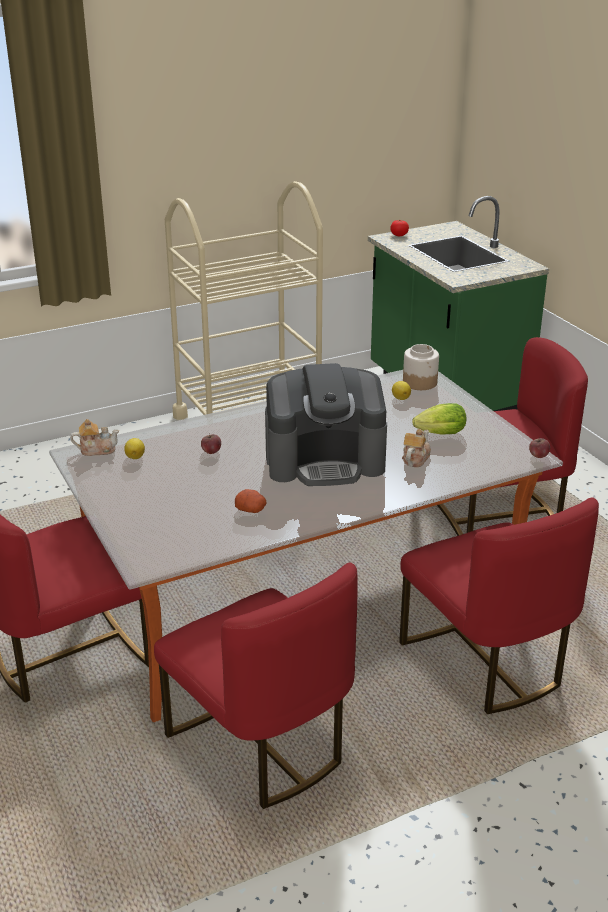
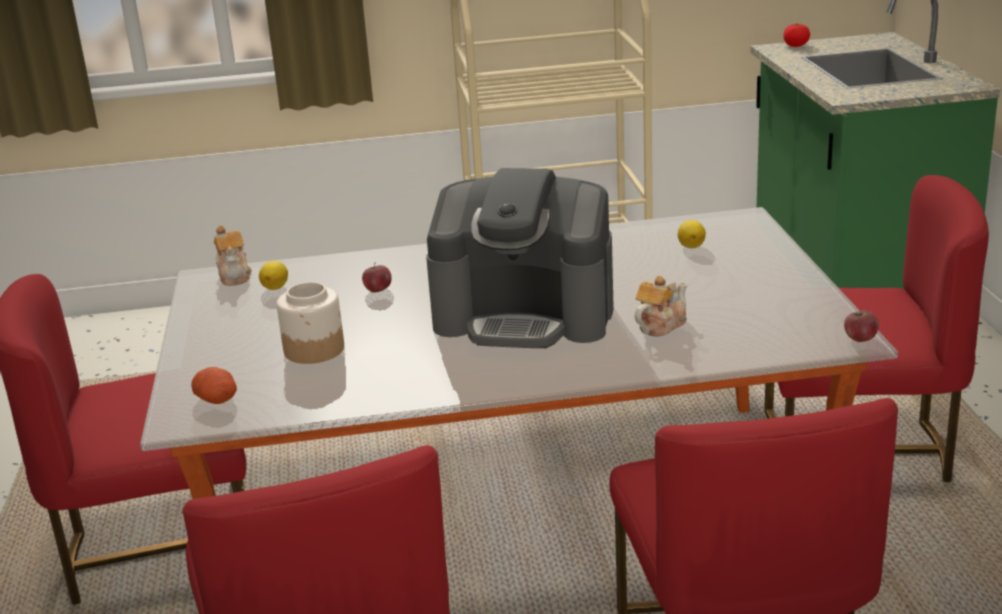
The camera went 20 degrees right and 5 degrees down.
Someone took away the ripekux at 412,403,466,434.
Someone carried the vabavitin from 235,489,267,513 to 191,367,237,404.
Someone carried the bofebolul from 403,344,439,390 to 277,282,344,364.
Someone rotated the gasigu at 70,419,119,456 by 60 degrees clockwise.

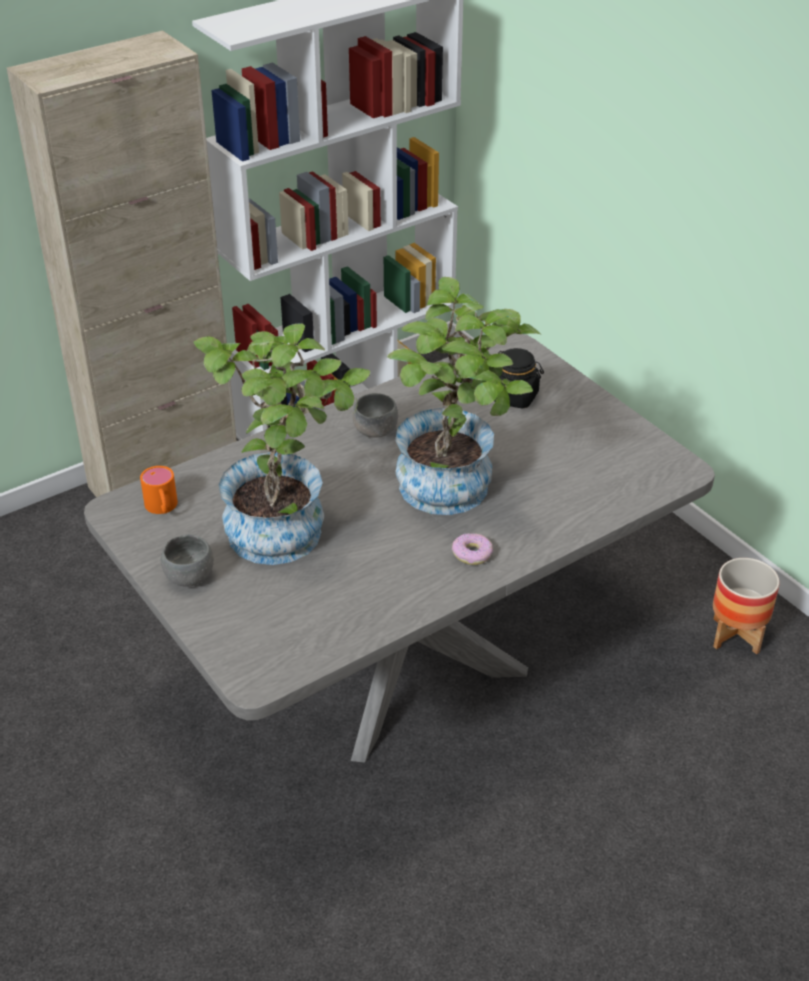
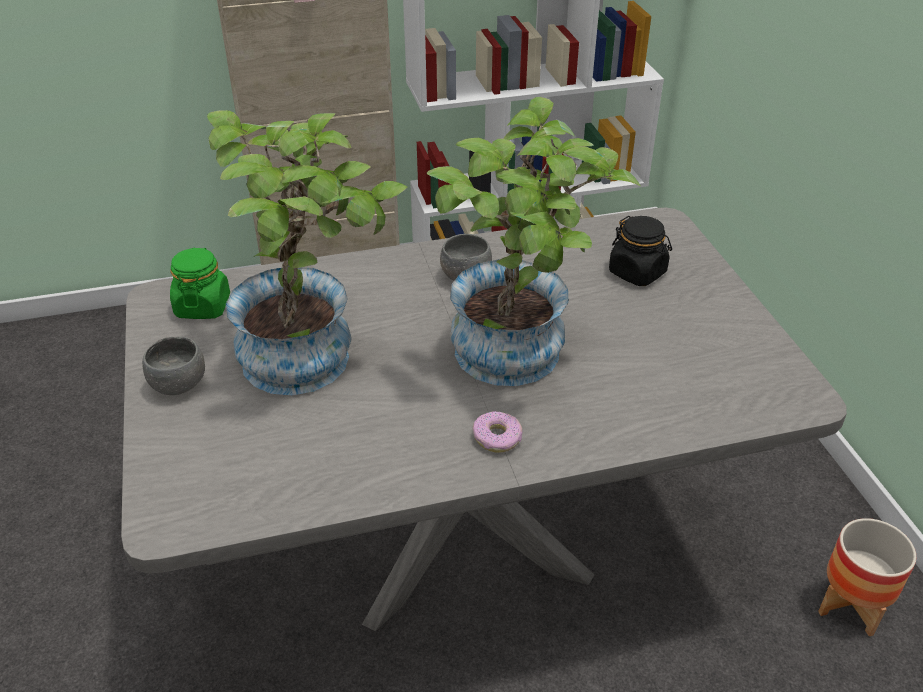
The camera went 20 degrees right and 0 degrees up.
Someone swapped the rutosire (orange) at 140,466,178,514 for the bofebolul (green) at 170,248,230,319.

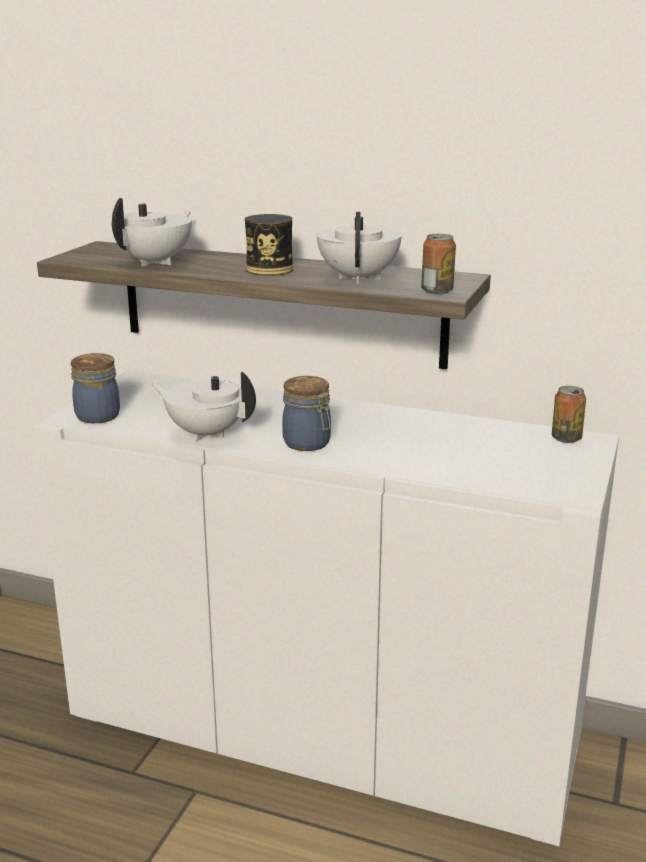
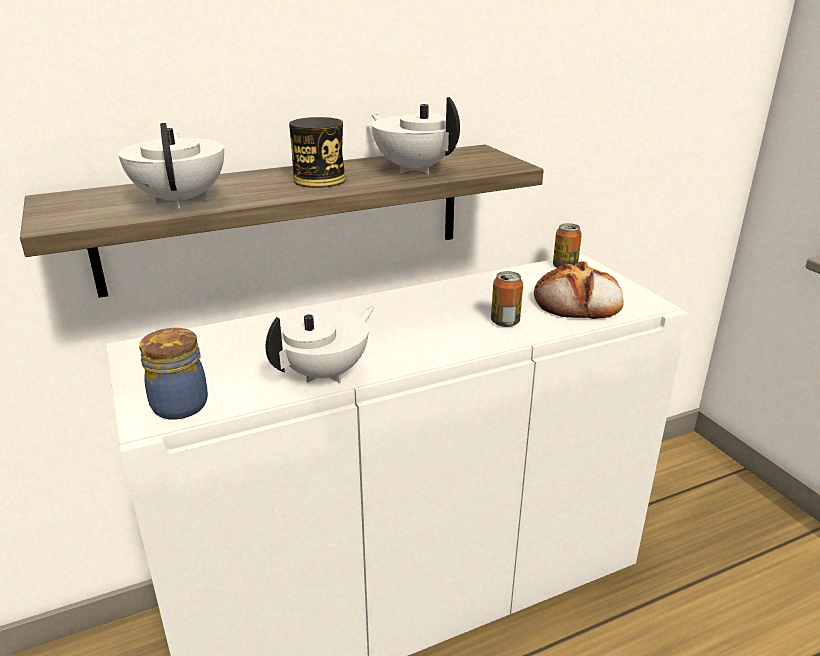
The camera went 45 degrees left and 5 degrees up.
Someone took away the bofebolul at 282,376,331,451.
Someone put down the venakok at 534,261,624,319.
Someone carried the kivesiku from 421,234,456,294 to 491,271,523,327.
Someone rotated the gasigu (white) at 152,372,256,441 by 150 degrees clockwise.

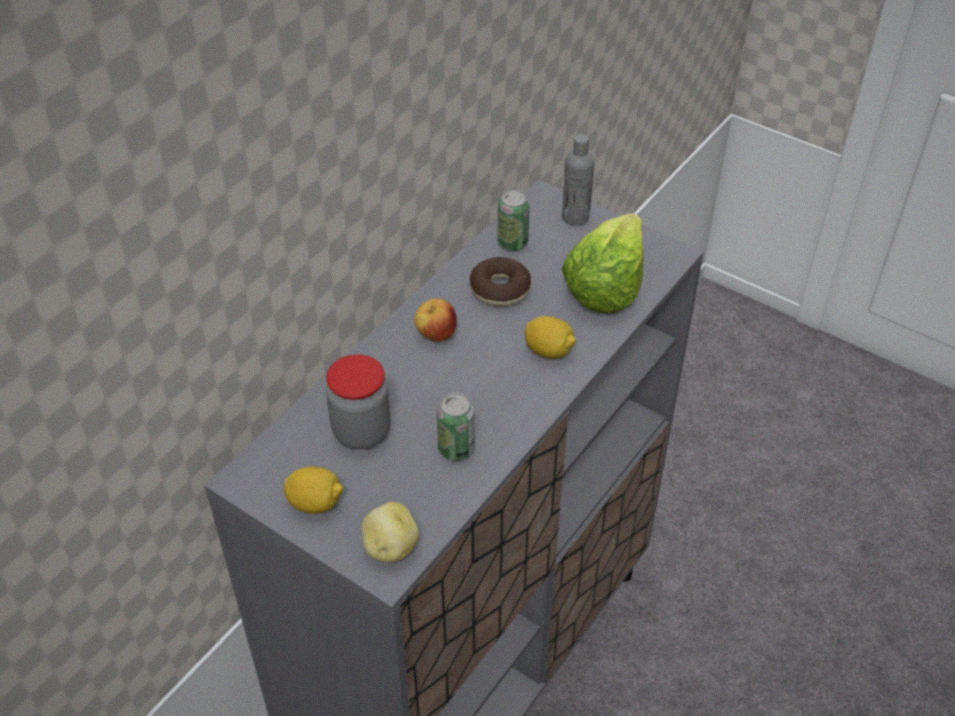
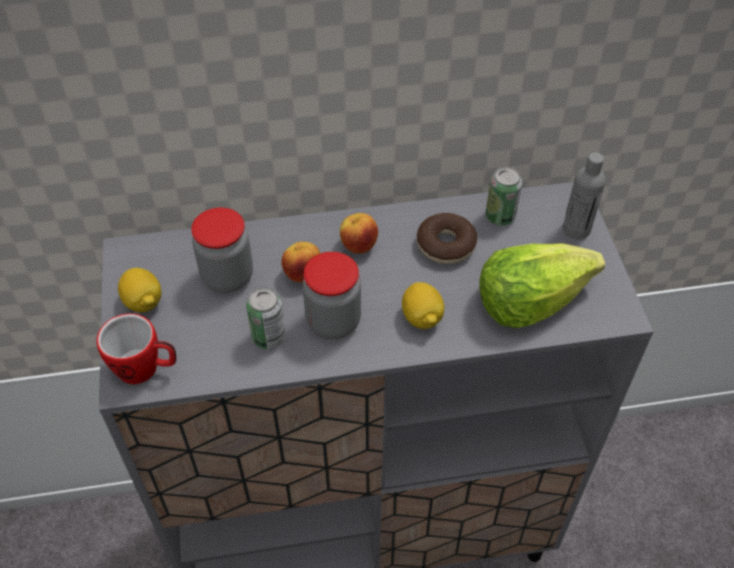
The camera went 45 degrees right and 5 degrees up.
Someone put down the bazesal at 282,242,321,282.
Someone put down the bofebolul at 303,252,361,339.
Someone swapped the vabavitin at 361,502,419,562 for the rutosire at 97,314,176,384.

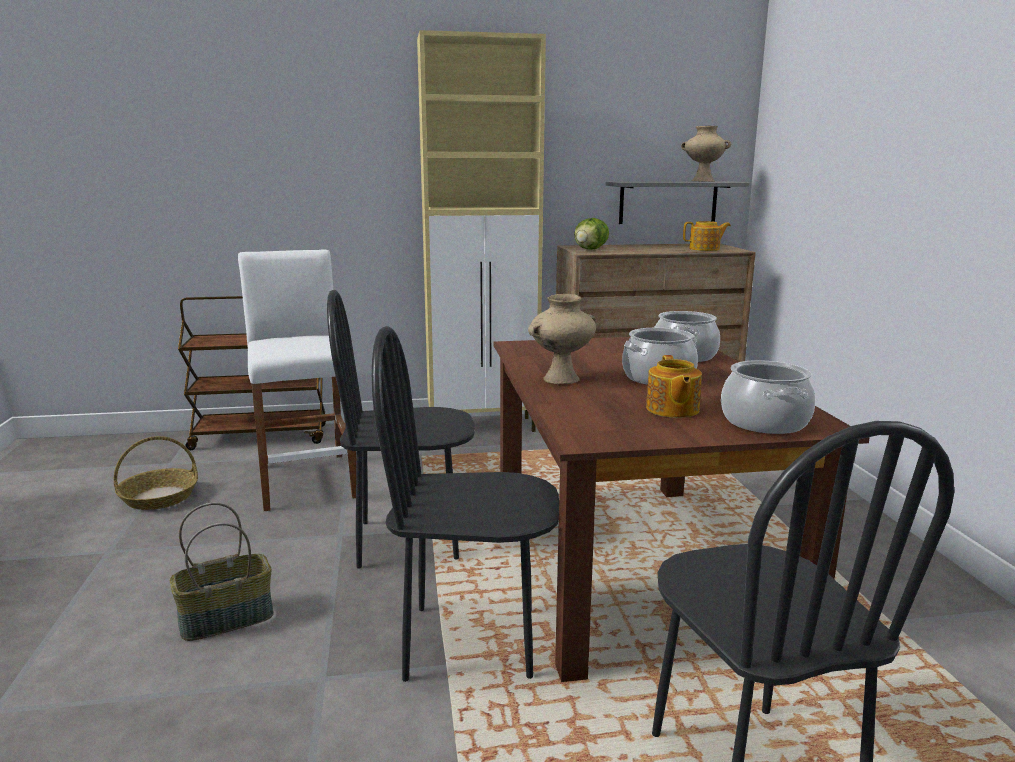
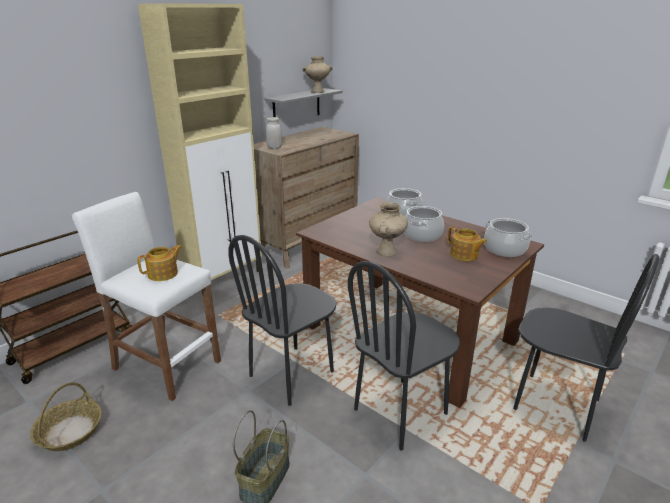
The camera went 40 degrees left and 10 degrees up.
Someone carried the gasigu from 683,221,731,251 to 137,245,182,281.
Someone swapped the ripekux at 574,218,609,250 for the bofebolul (white) at 266,117,282,149.

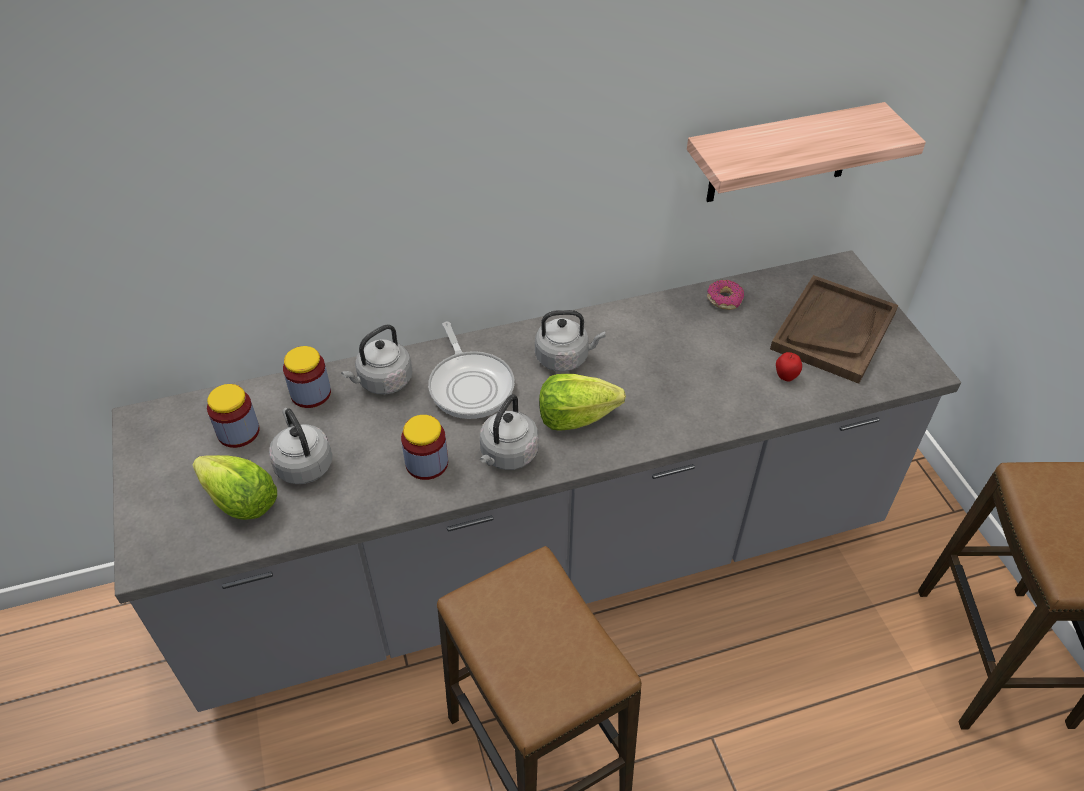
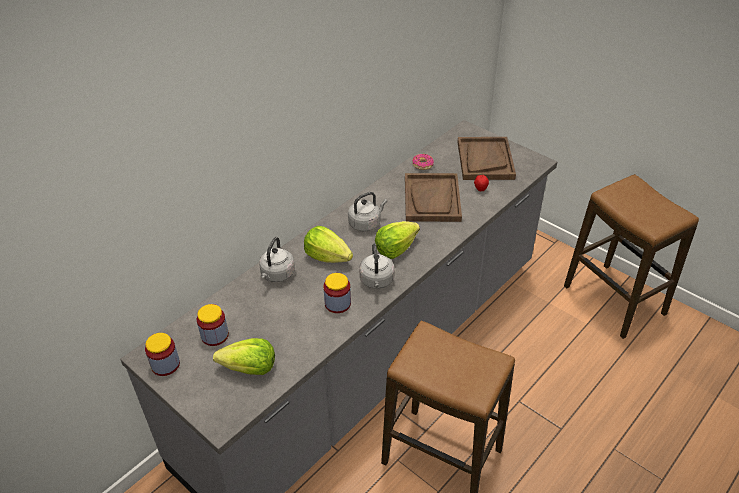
The camera went 30 degrees left and 5 degrees down.
Someone took away the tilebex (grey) at 269,408,333,484.
Someone took away the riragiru at 687,102,926,202.
Someone put down the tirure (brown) at 405,173,462,222.
Someone carried the bofebolul from 283,346,331,408 to 145,333,180,376.
Someone swapped the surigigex at 428,322,515,419 for the ripekux at 304,226,353,263.

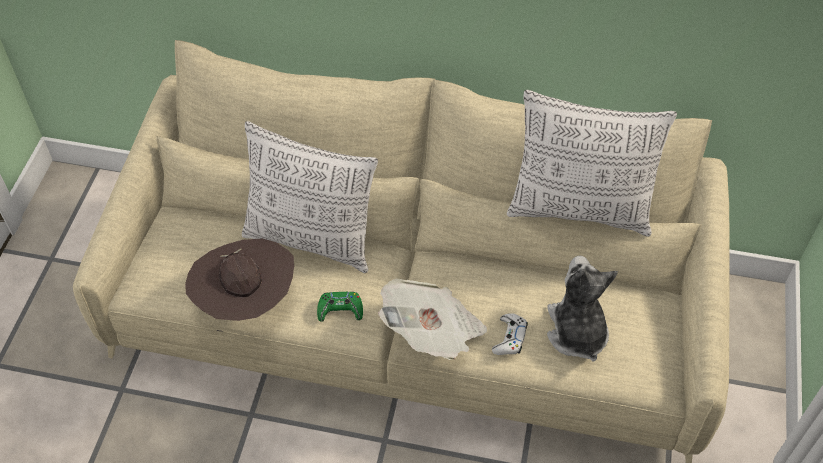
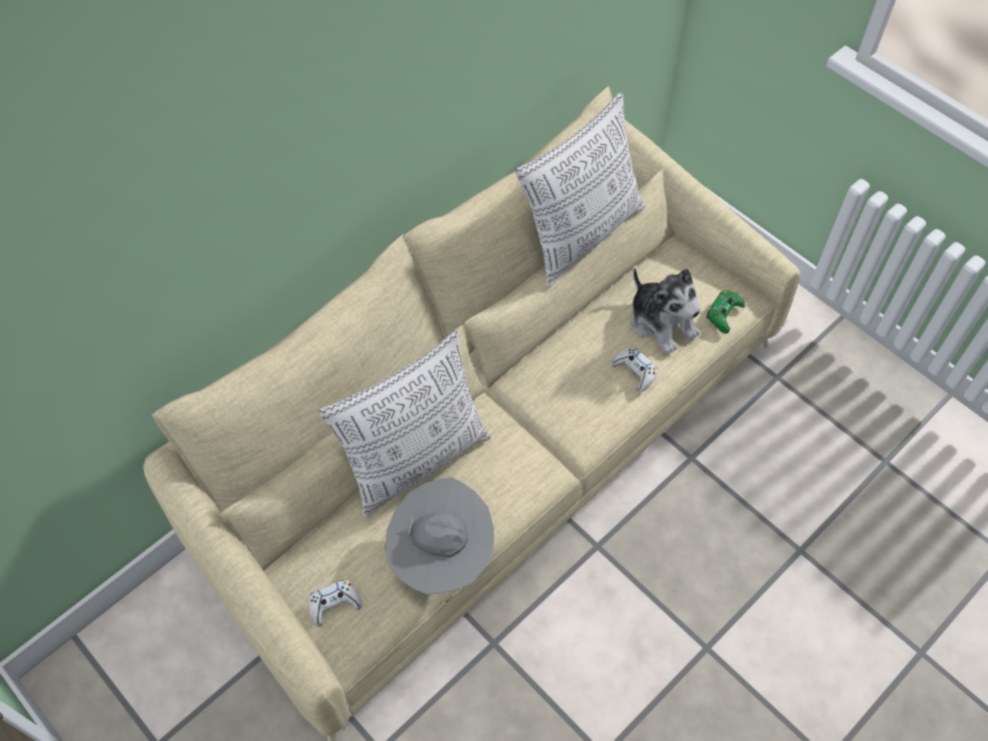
The camera went 55 degrees left and 5 degrees up.
Someone took away the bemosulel at 378,278,487,360.
Someone put down the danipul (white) at 308,580,362,627.
Someone carried the danipul (green) from 317,292,363,322 to 706,291,745,334.
Someone repainted the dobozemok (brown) at 185,239,294,321, which became the dobozemok (grey) at 385,477,494,594.
Someone rotated the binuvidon at 547,256,618,362 by 150 degrees counterclockwise.

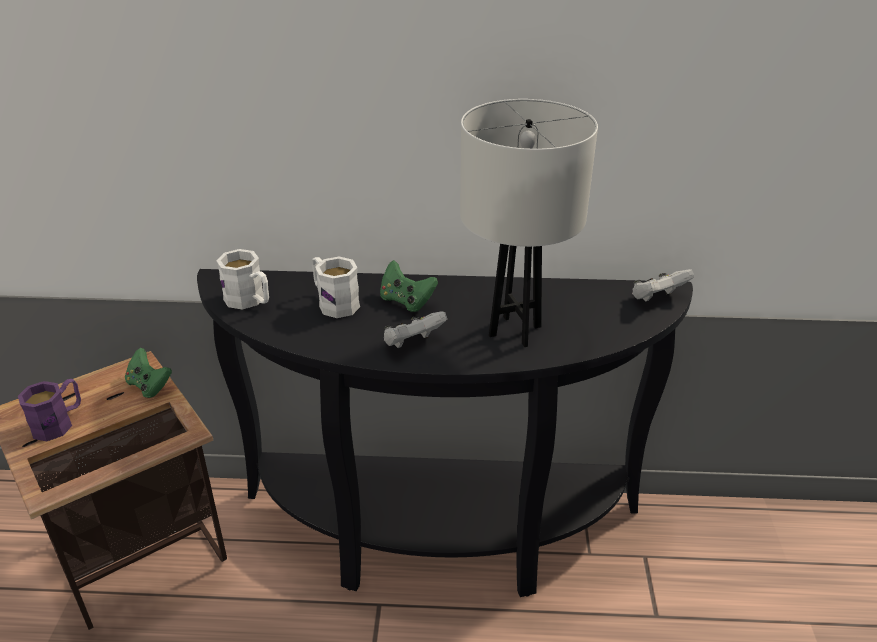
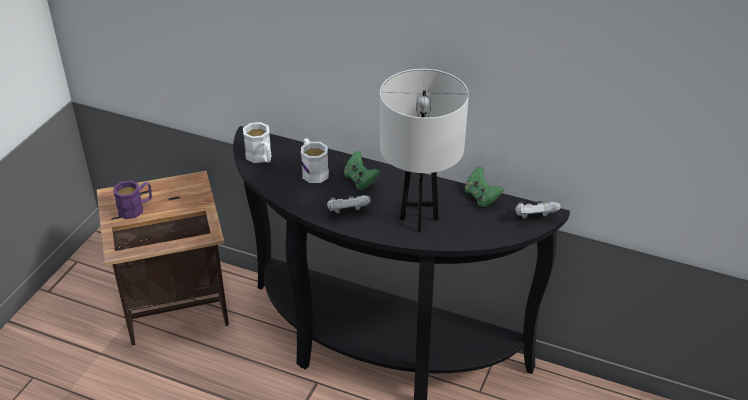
The camera went 20 degrees right and 5 degrees up.
Someone carried the danipul (green) from 125,348,172,398 to 465,166,503,207.

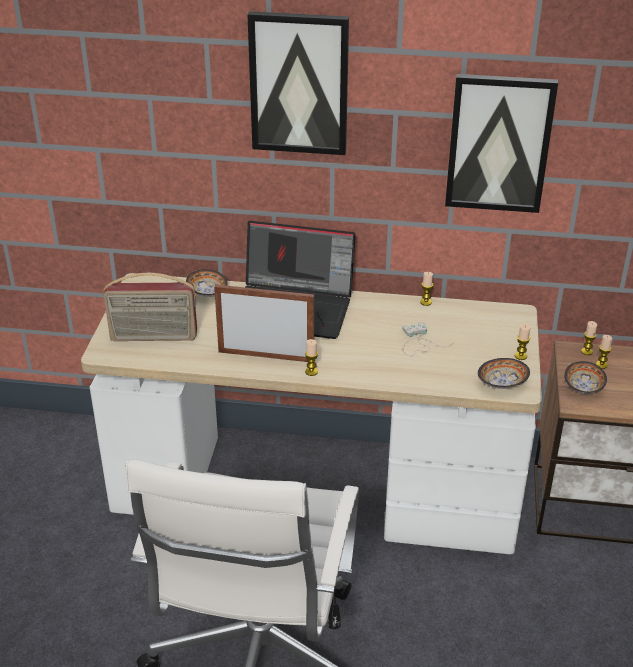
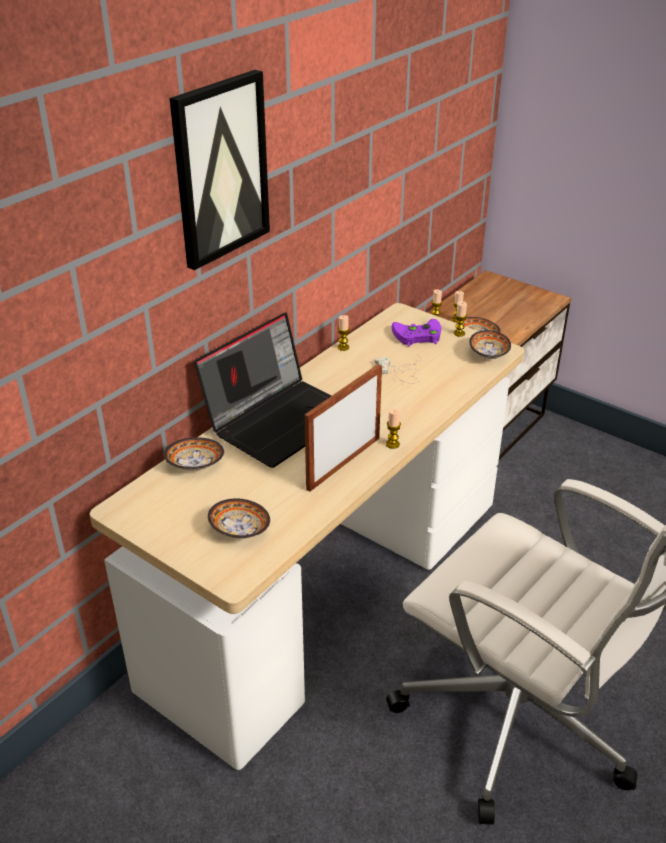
The camera went 60 degrees left and 0 degrees up.
Someone took away the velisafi at 445,74,558,213.
Someone put down the danipul (purple) at 392,319,441,347.
Someone swapped the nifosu at 103,273,197,341 for the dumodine at 208,498,270,538.

